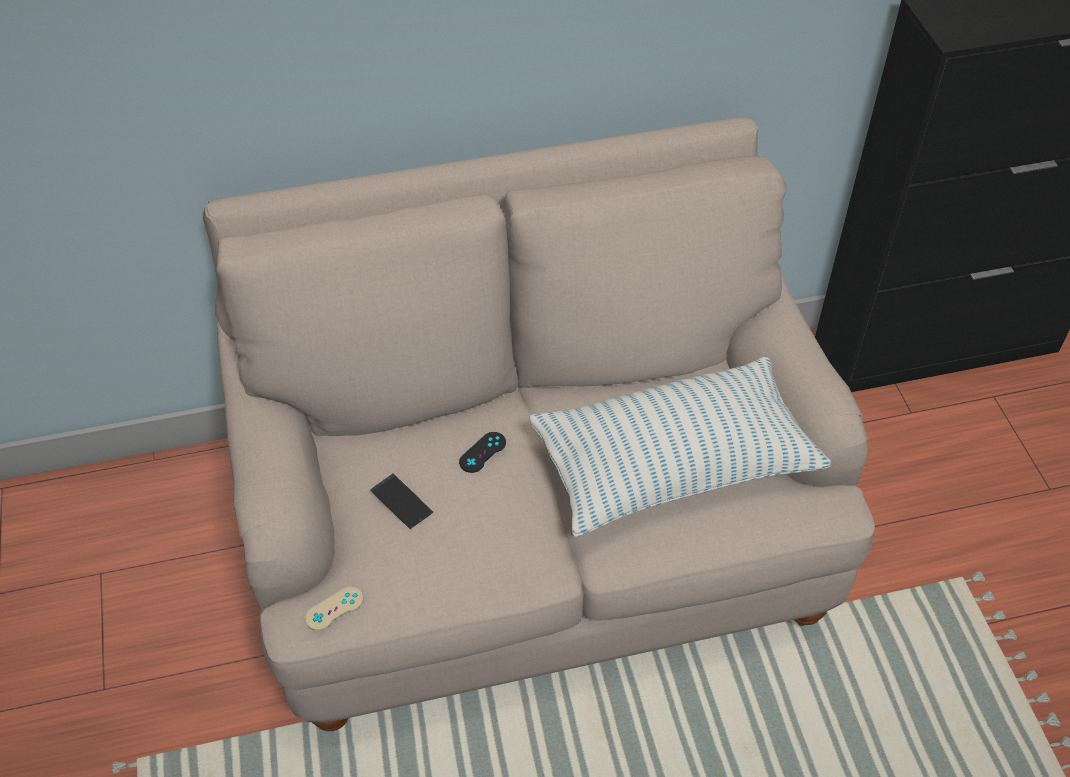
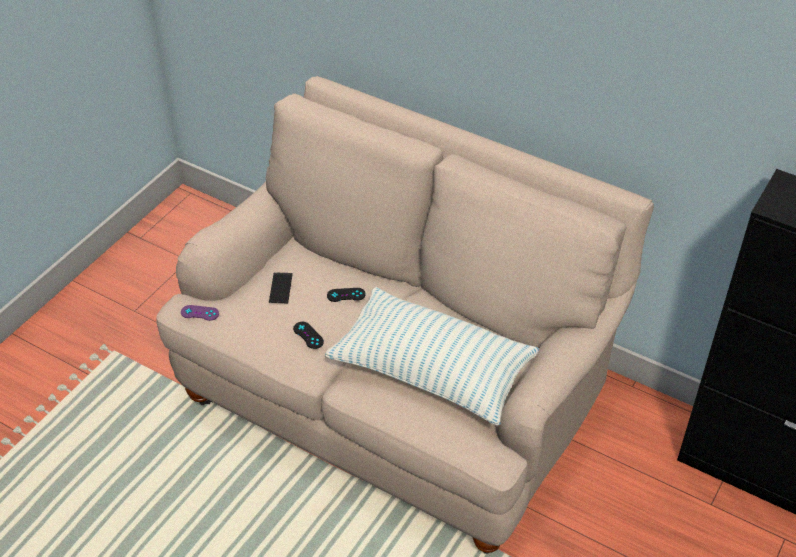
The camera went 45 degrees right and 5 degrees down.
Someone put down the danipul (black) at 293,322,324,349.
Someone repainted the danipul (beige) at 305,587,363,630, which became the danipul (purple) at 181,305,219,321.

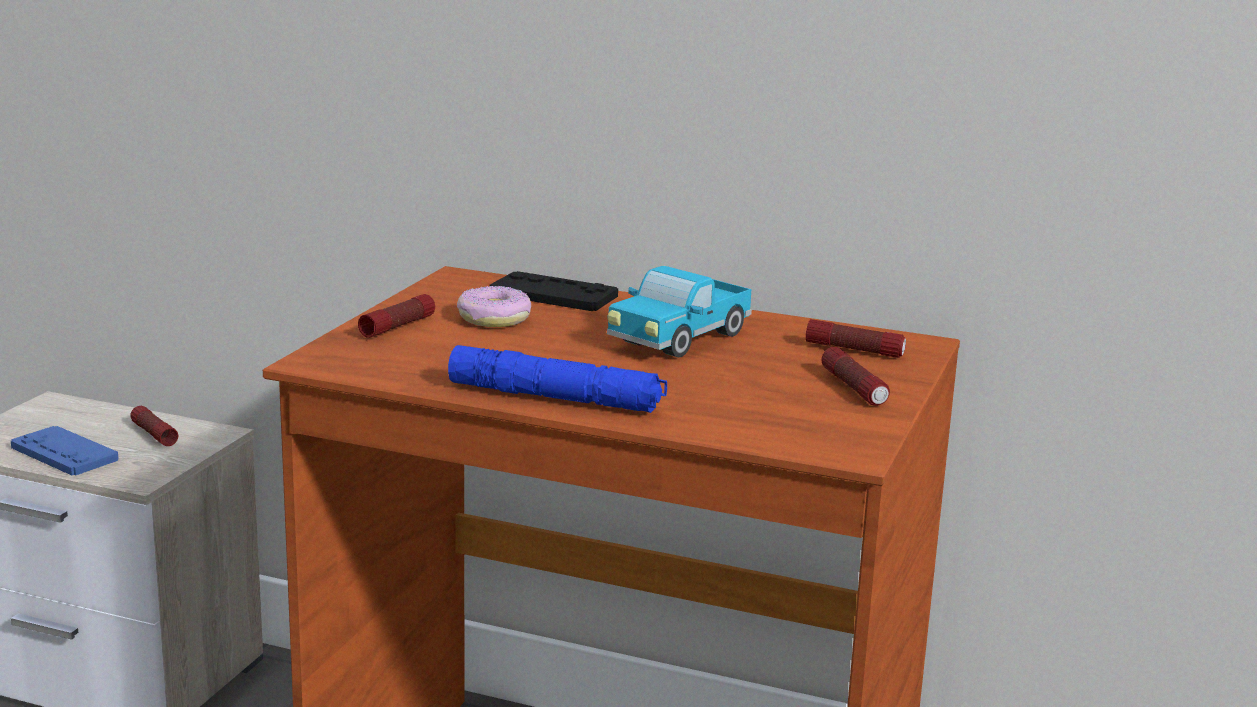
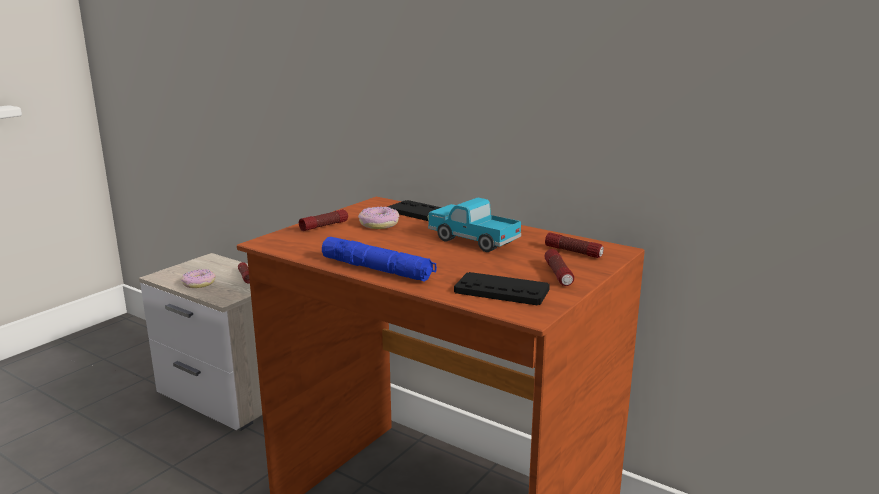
The camera went 15 degrees right and 0 degrees up.
Someone put down the danipul (black) at 454,272,550,306.
Someone swapped the danipul (blue) at 11,426,119,475 for the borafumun at 181,269,216,288.
Someone rotated the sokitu at 607,266,752,357 by 75 degrees clockwise.

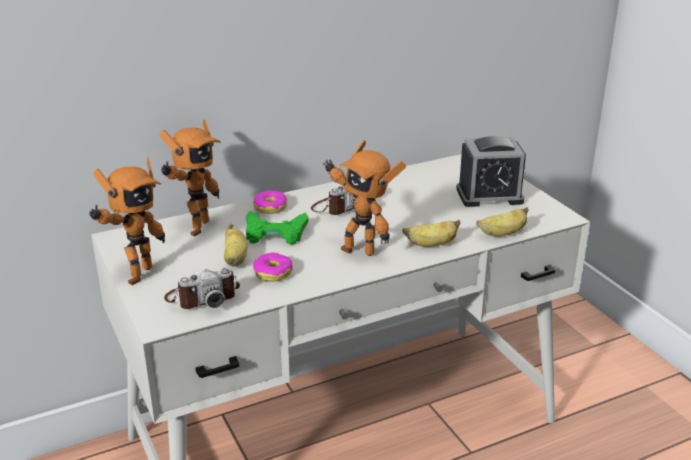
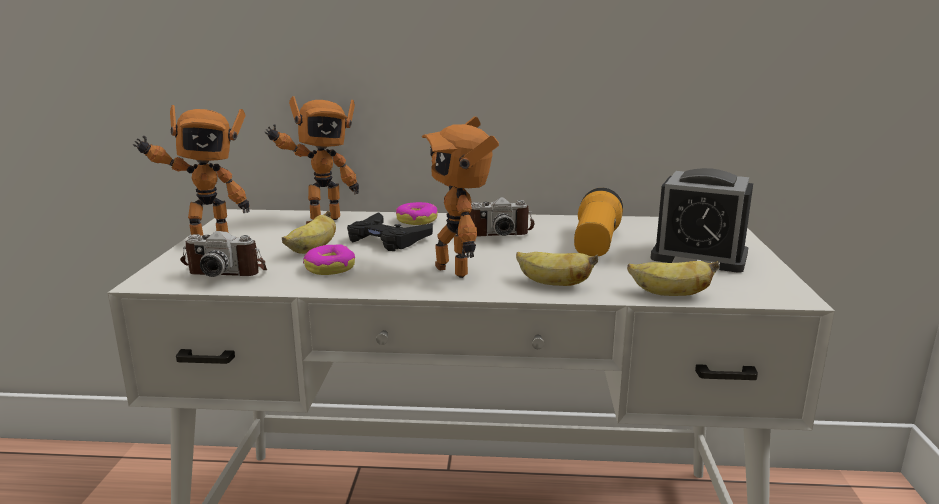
The camera went 30 degrees right and 10 degrees down.
Someone put down the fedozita at 574,188,623,256.
Someone repainted the danipul (green) at 246,211,309,245, which became the danipul (black) at 347,212,433,251.

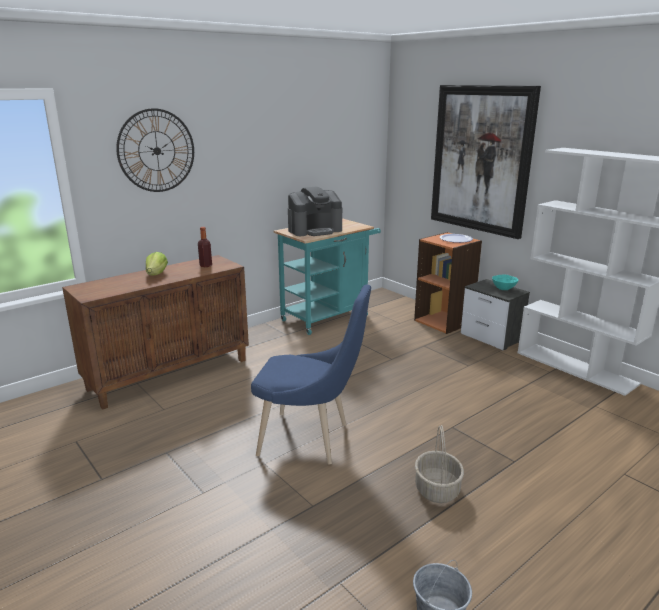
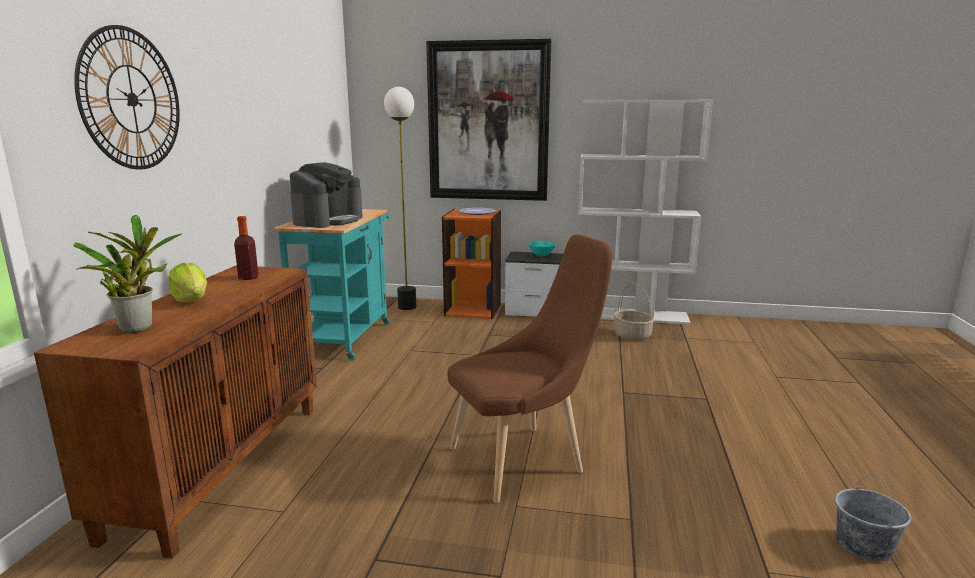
The camera went 40 degrees left and 5 degrees down.
Someone put down the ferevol at 73,215,182,333.
Someone put down the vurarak at 384,87,416,310.
Someone carried the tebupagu from 415,425,464,503 to 613,283,655,341.
Someone repainted the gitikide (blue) at 251,284,371,465, which became the gitikide (brown) at 448,234,612,503.

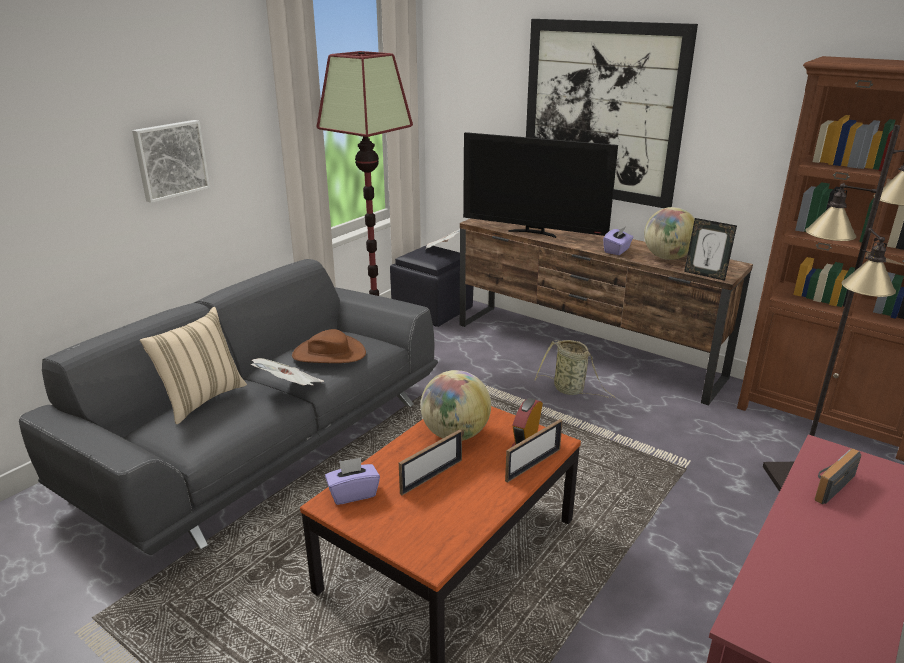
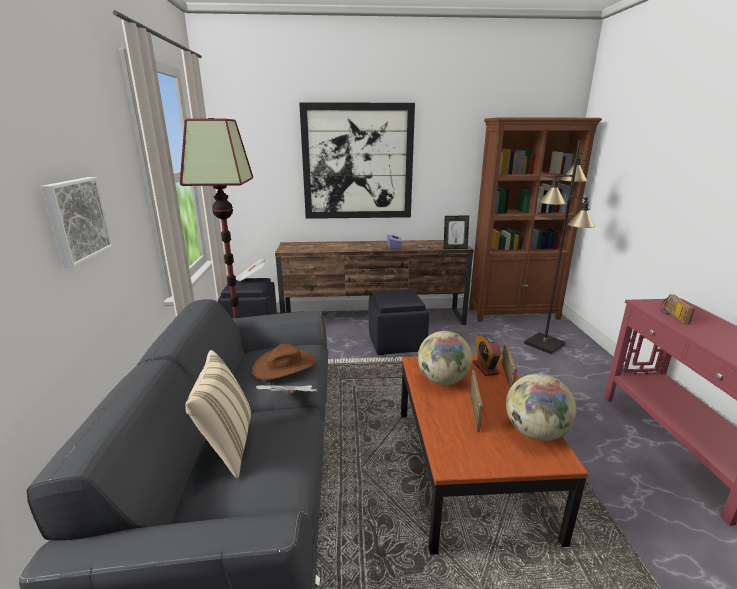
The camera went 40 degrees left and 5 degrees down.
Someone took away the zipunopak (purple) at 325,457,380,505.
Someone took away the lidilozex at 463,132,618,238.
Someone carried the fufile from 644,207,695,260 to 506,373,576,441.
Someone swapped the tebupagu at 535,340,615,398 for the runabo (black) at 369,289,429,355.

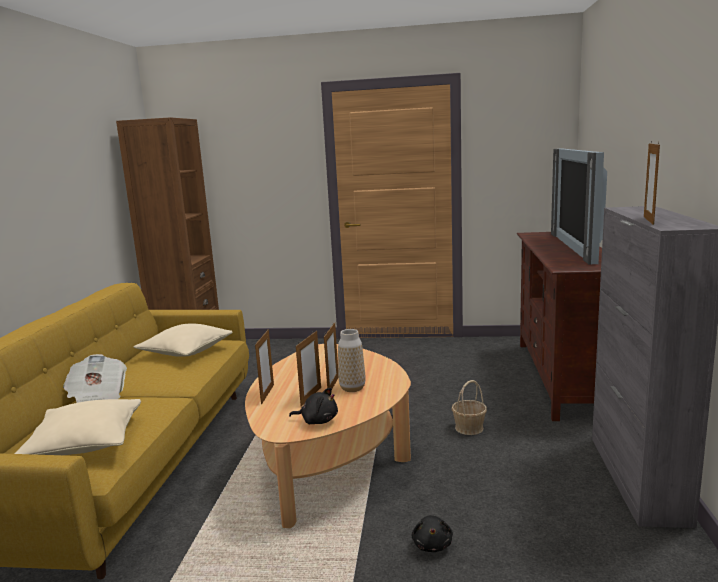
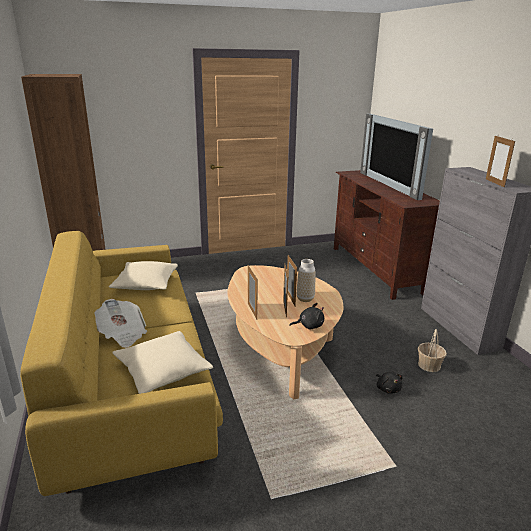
The camera went 25 degrees left and 10 degrees up.
Someone carried the tebupagu from 452,380,487,435 to 418,329,447,372.

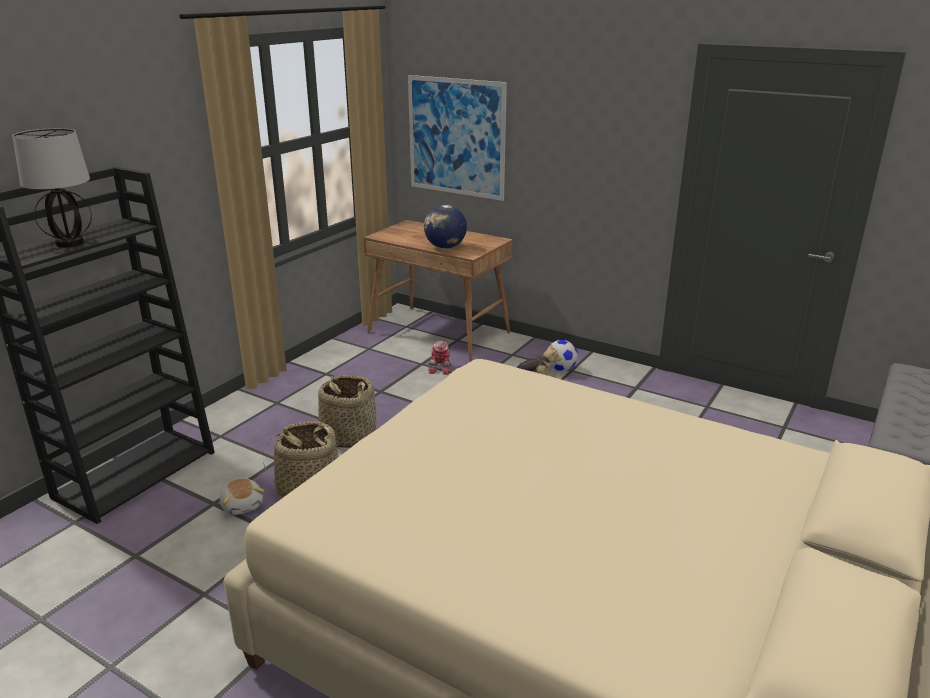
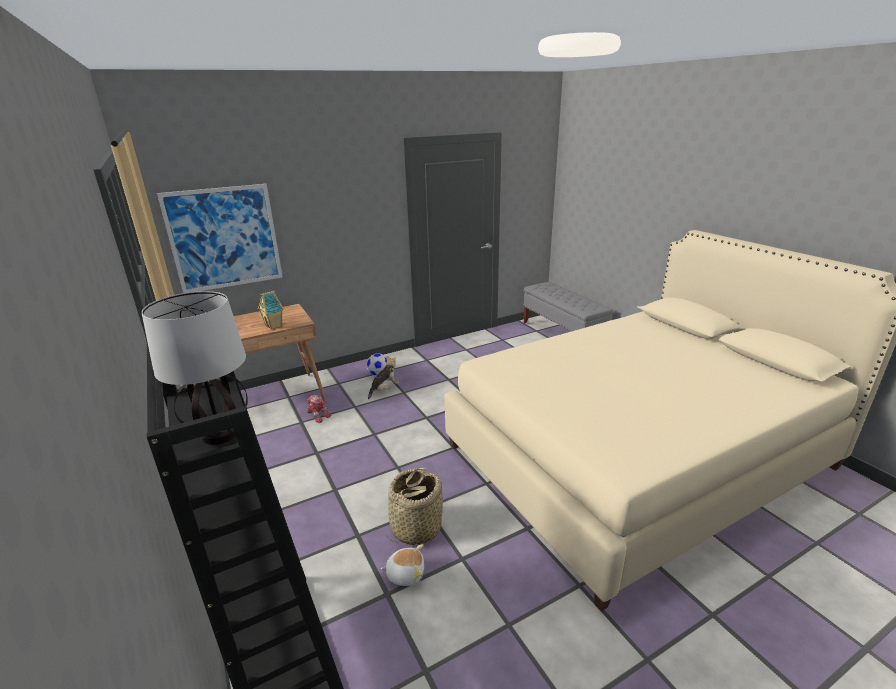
The camera went 60 degrees left and 0 degrees up.
Someone took away the tebupagu at 318,375,376,448.
Someone swapped the fufile at 424,205,467,249 for the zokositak at 258,291,284,329.

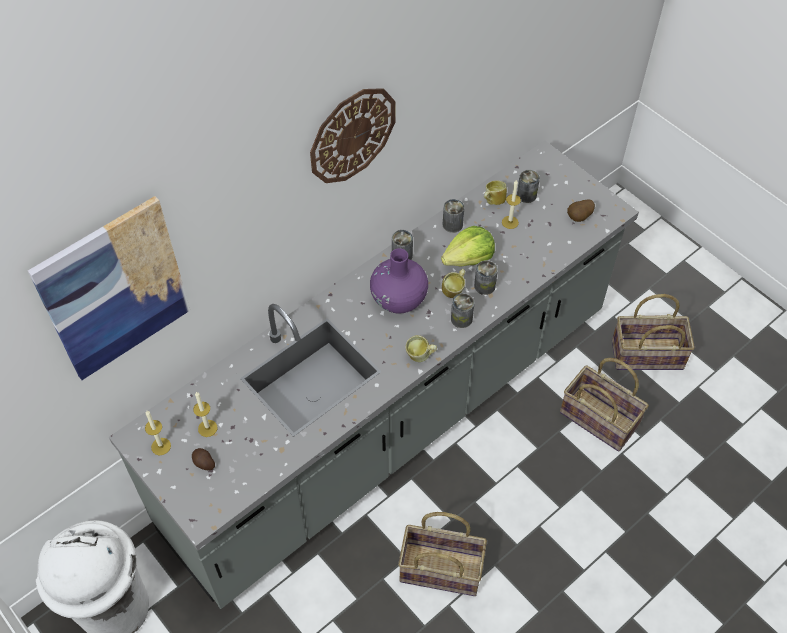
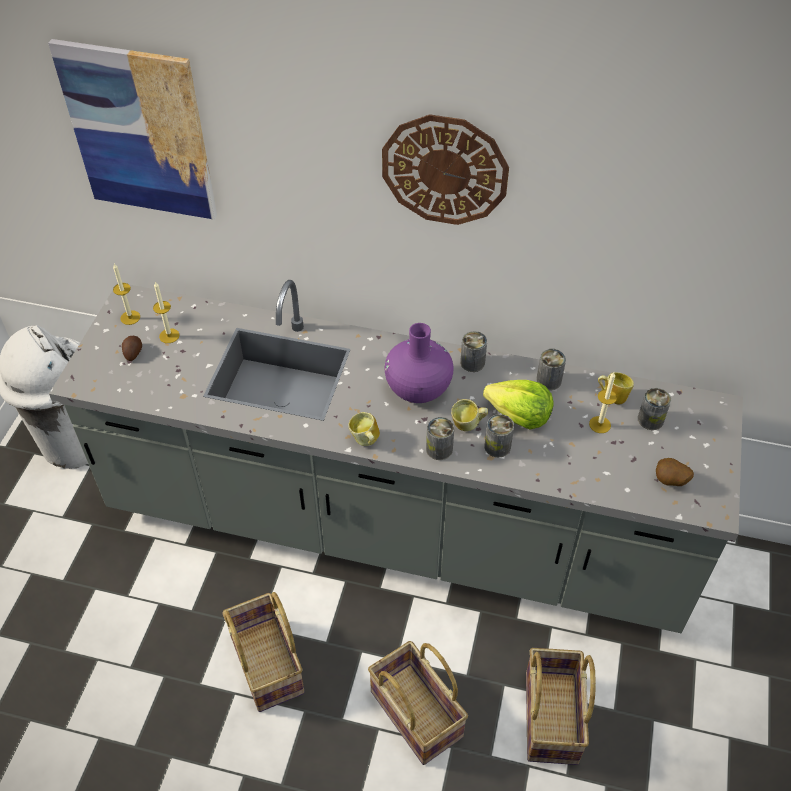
The camera went 55 degrees right and 5 degrees down.
Someone carried the tebupagu from 612,294,695,370 to 368,641,468,765.

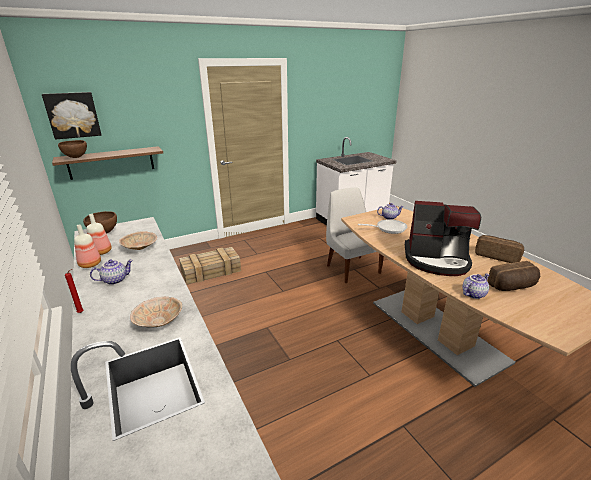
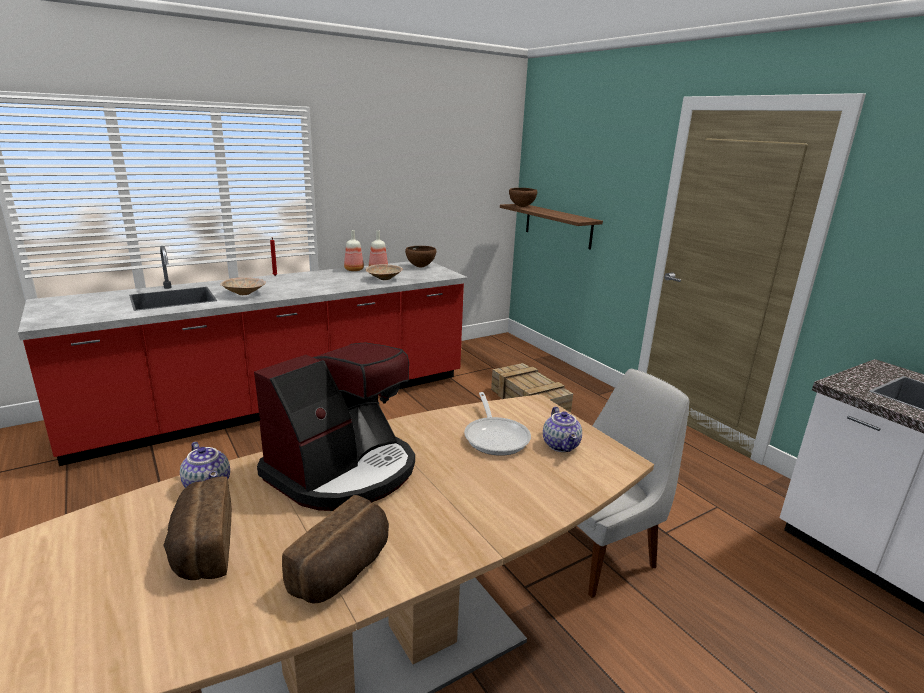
The camera went 85 degrees right and 5 degrees down.
Someone took away the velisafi at 42,92,102,140.
Someone took away the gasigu at 90,259,133,285.
Someone rotated the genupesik at 405,201,481,276 by 150 degrees counterclockwise.

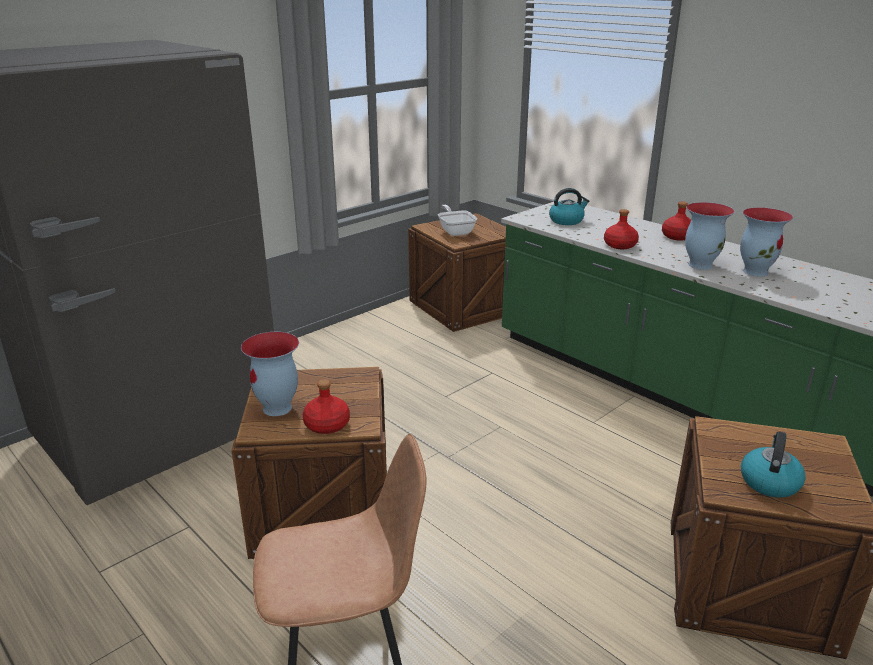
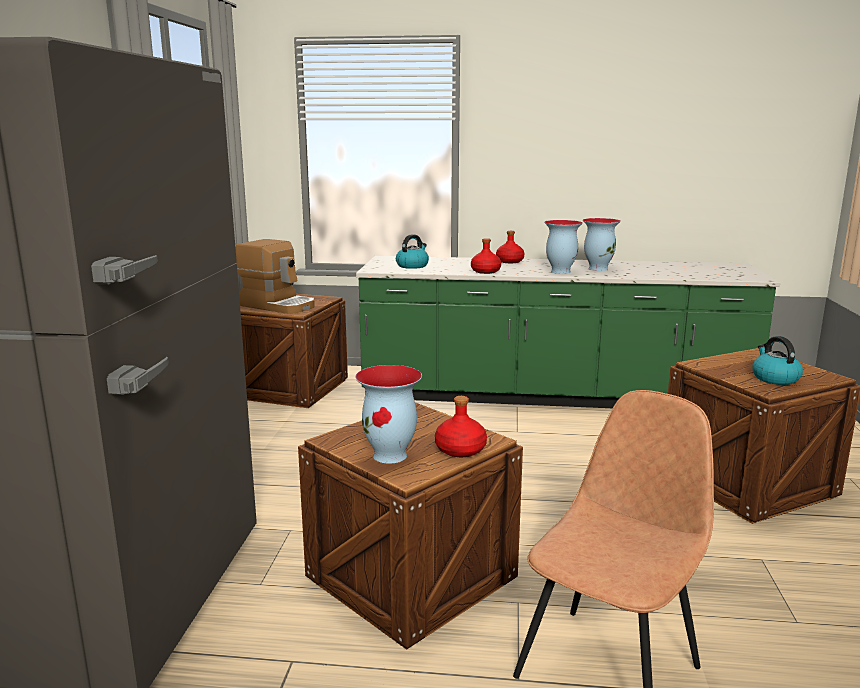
The camera went 40 degrees left and 10 degrees down.
Someone swapped the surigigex at 438,205,477,236 for the genupesik at 236,239,315,314.

